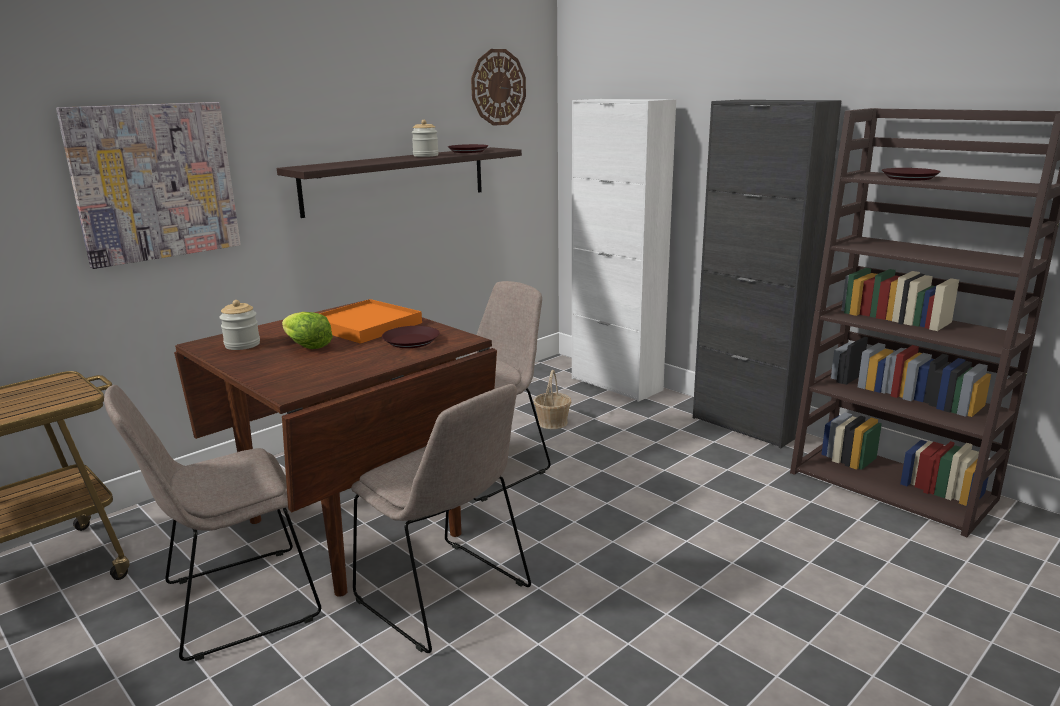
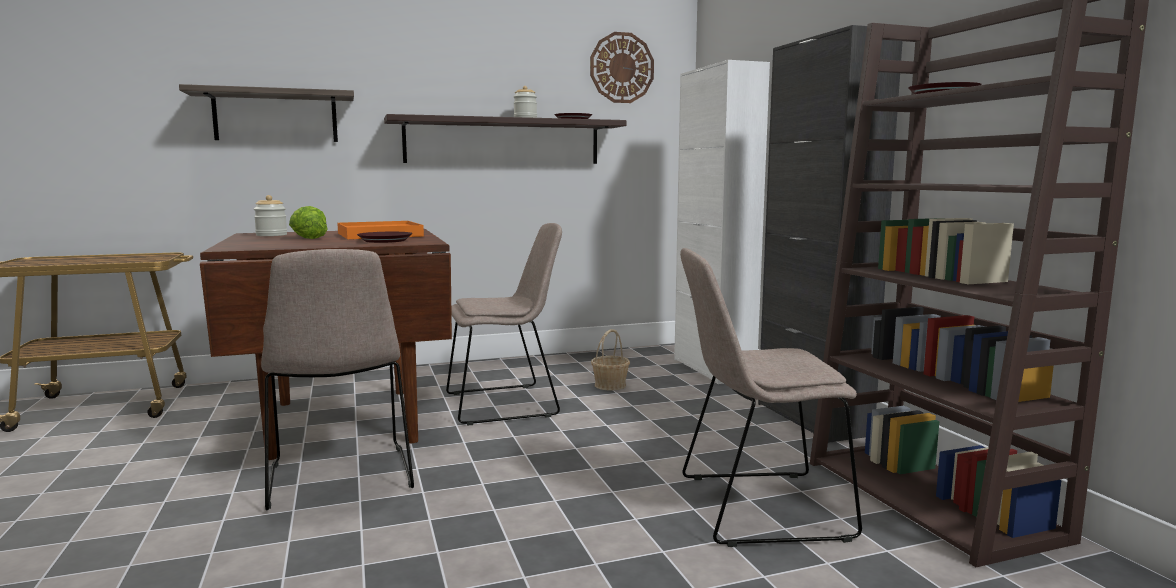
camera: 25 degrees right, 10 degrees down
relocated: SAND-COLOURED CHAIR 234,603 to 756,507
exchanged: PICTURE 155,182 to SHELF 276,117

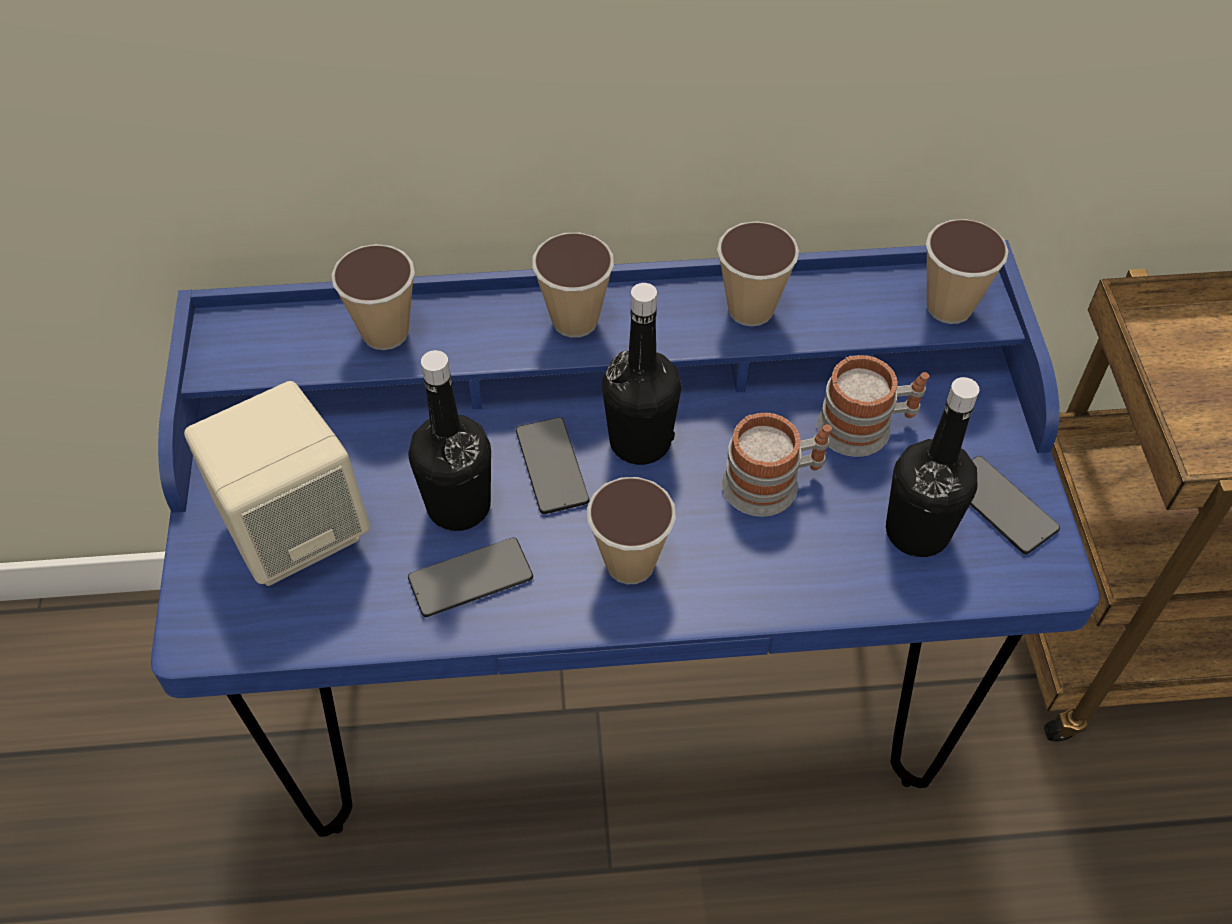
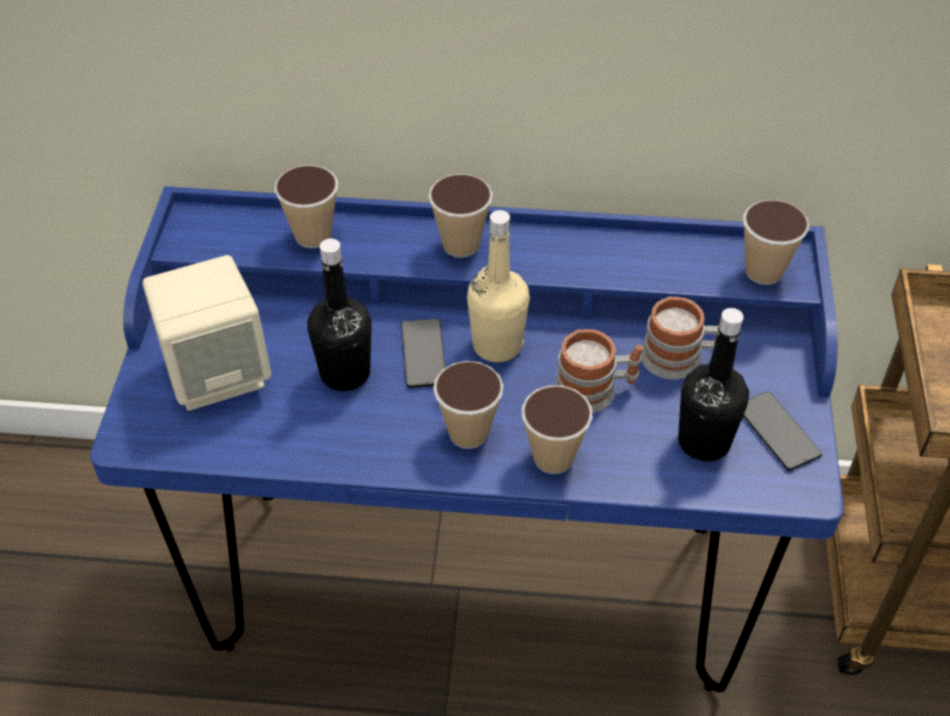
camera: 10 degrees right, 5 degrees down
missing: PHONE 470,578
relocated: CUP 750,309 to 553,458
colour: BLACK-COLOURED BOTTLE 640,442 to SAND-COLOURED BOTTLE 497,345

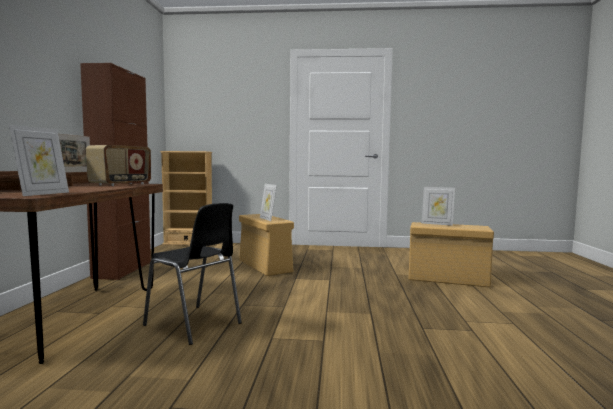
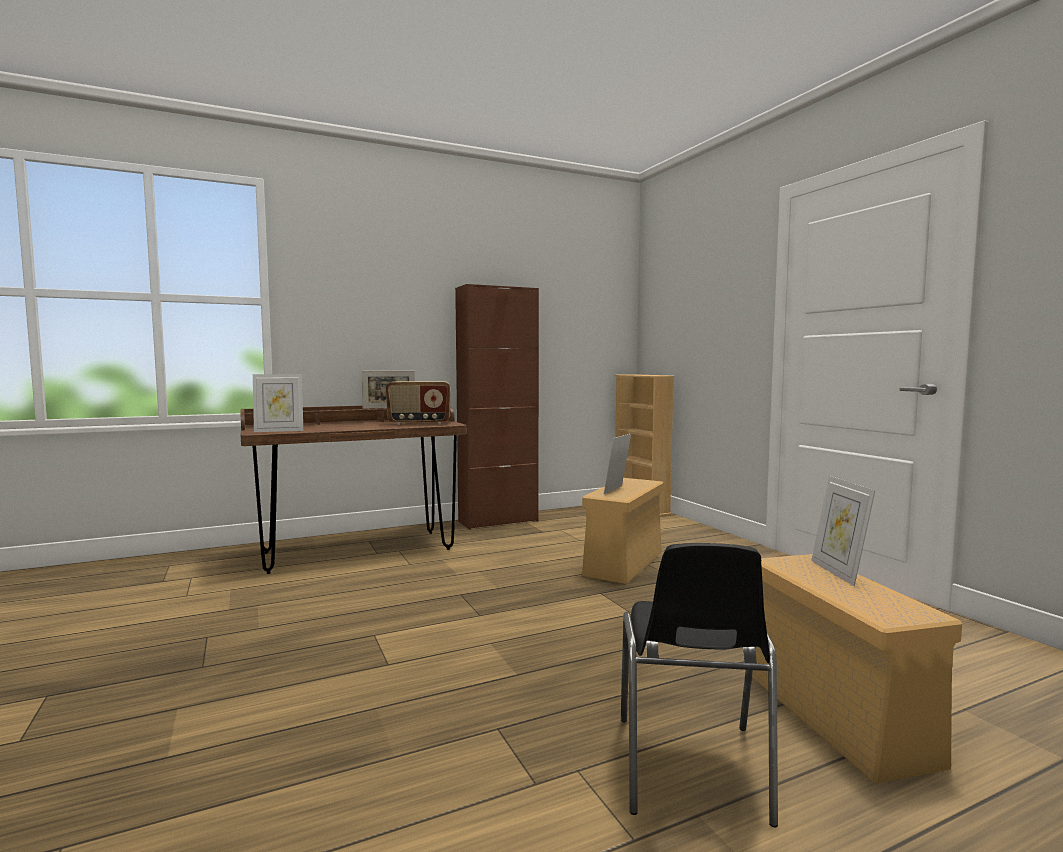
camera: 60 degrees right, 0 degrees up
relocated: BLACK-COLOURED CHAIR 194,325 to 690,770

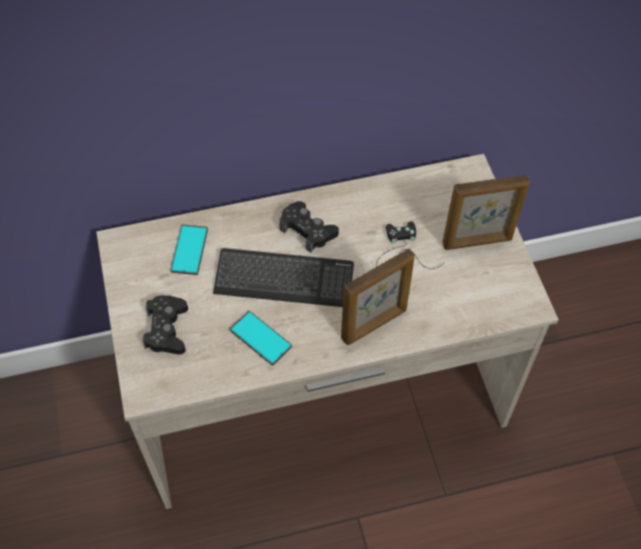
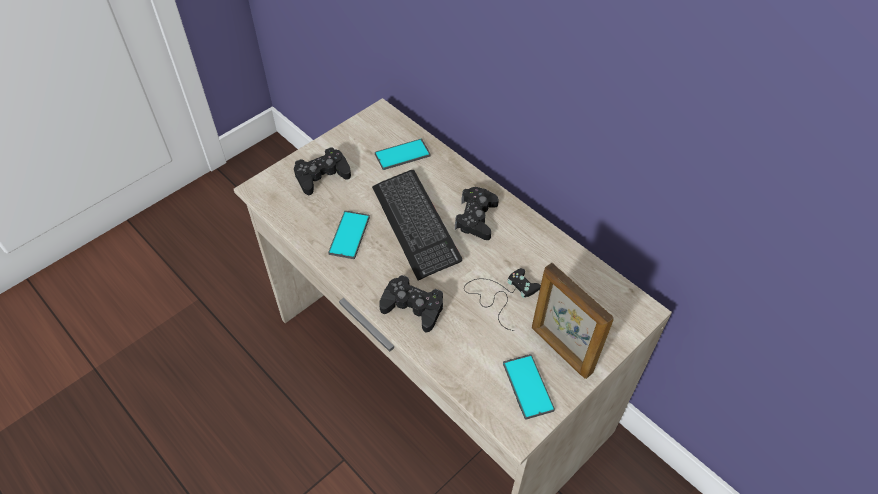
camera: 60 degrees right, 5 degrees down
appeared: PHONE 527,386
exchanged: STANDING FRAME 375,324 to BLACK-COLOURED GAMEPAD 413,307

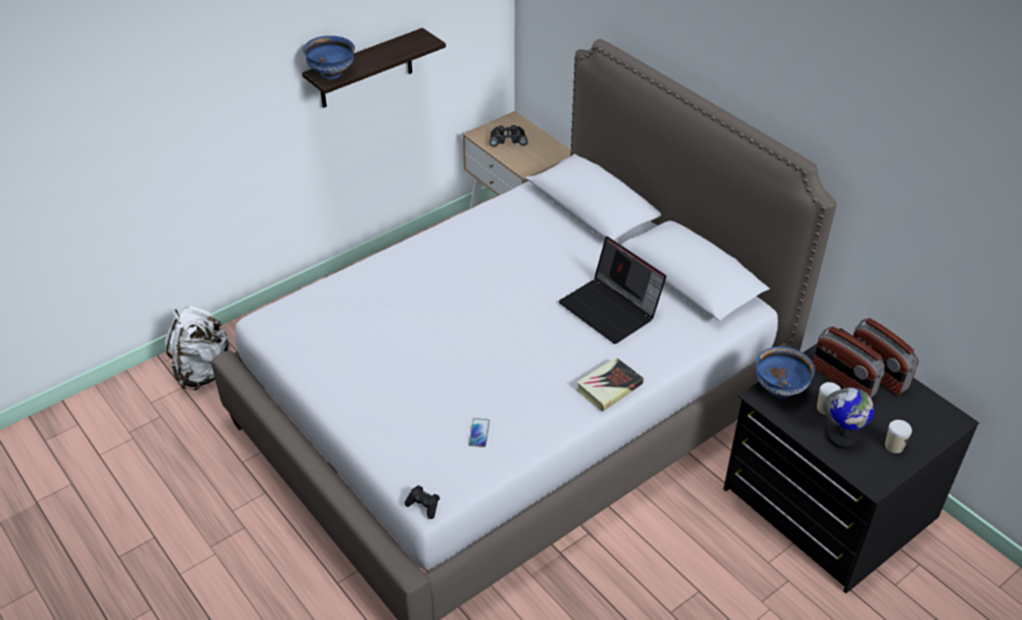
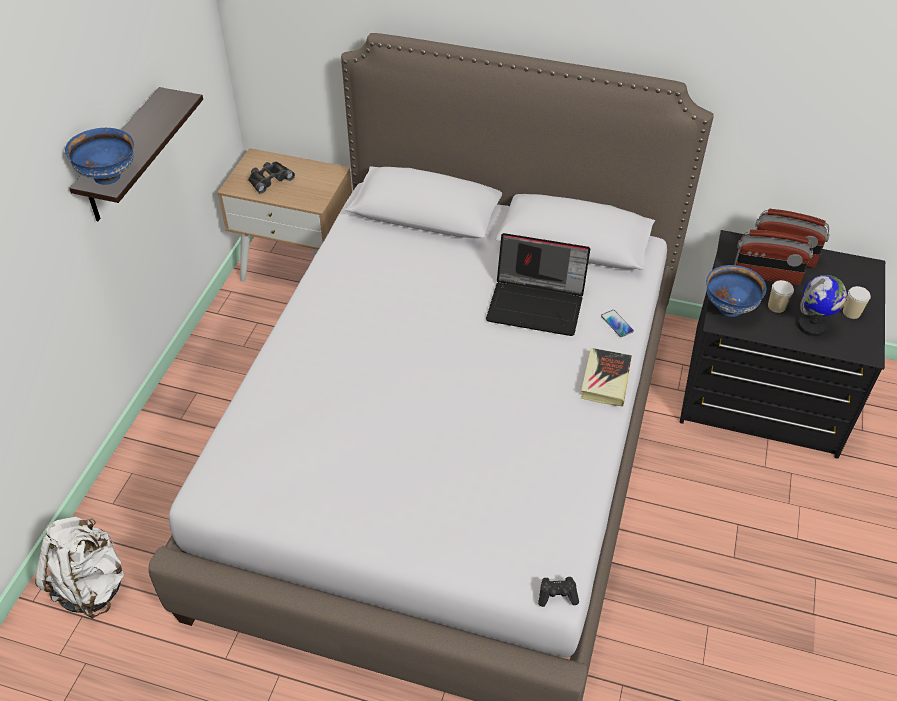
camera: 35 degrees left, 5 degrees up
relocated: PHONE 479,433 to 617,324

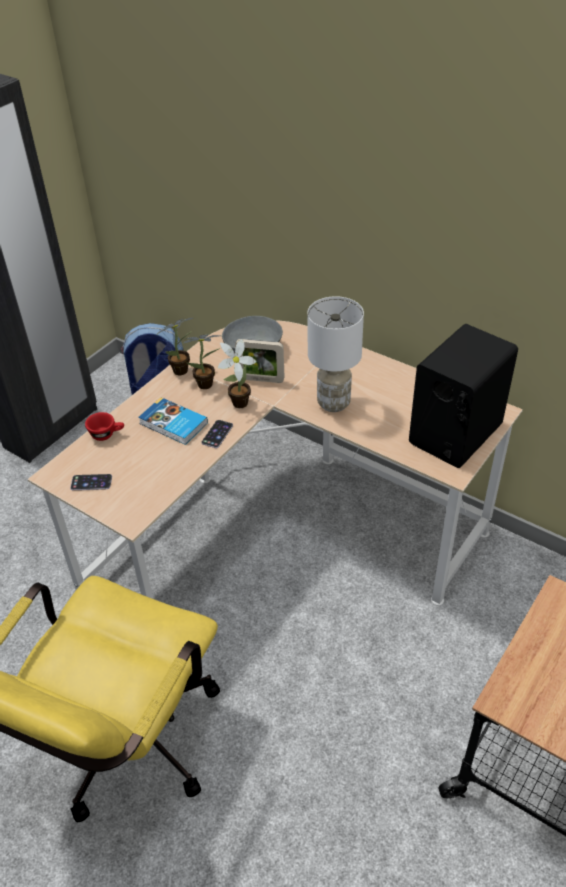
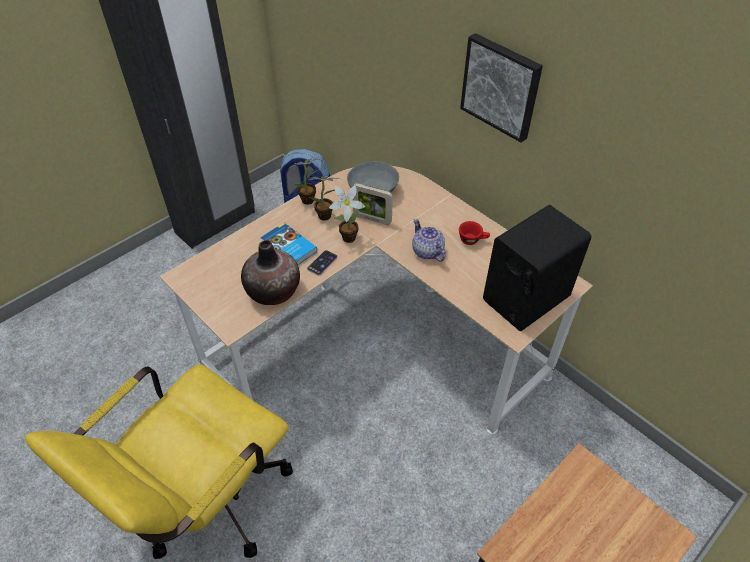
camera: 10 degrees right, 5 degrees up
missing: PHONE 91,482
appeared: FLOWER VASE 273,291; PICTURE 501,86
relocated: REDDISH CUP 107,434 to 472,240
exchanged: WHITISH LAMP FOR A TABLE 333,404 to POT FOR TEA 427,252

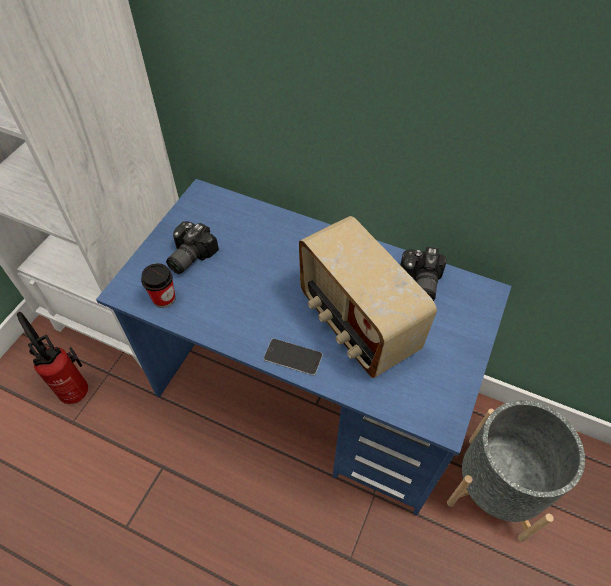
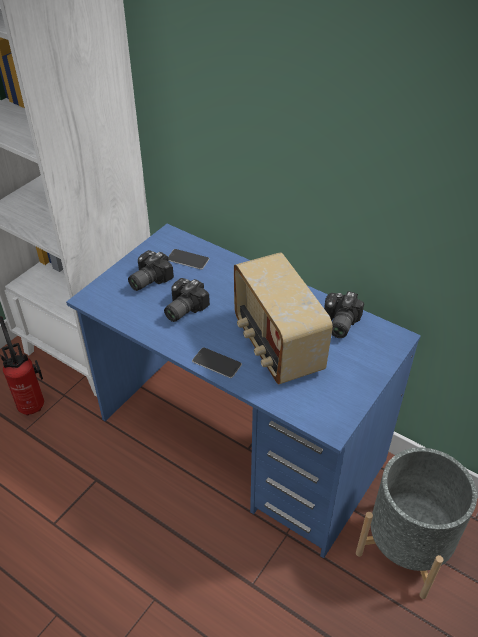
camera: 10 degrees right, 10 degrees down
missing: CUP 164,298
appeared: PHOTO CAMERA 182,308; PHONE 187,259

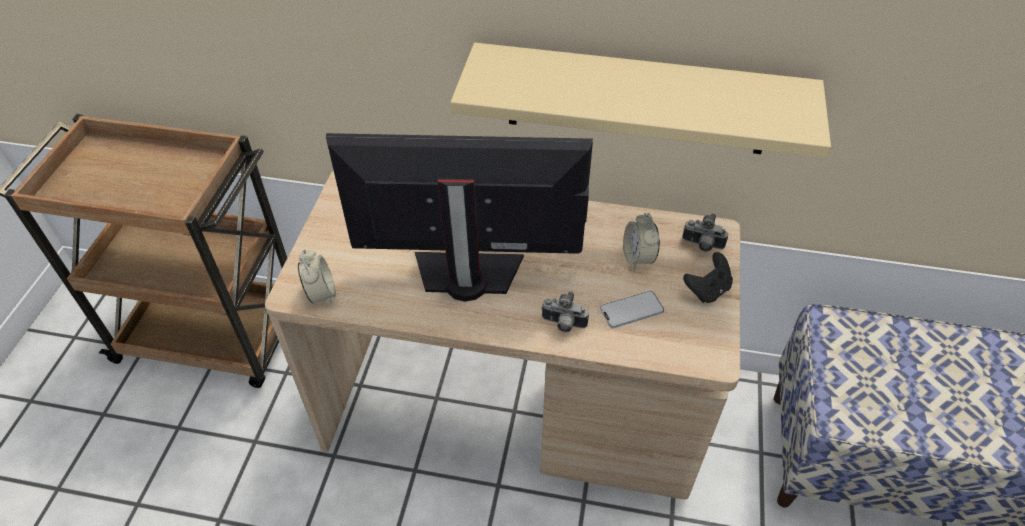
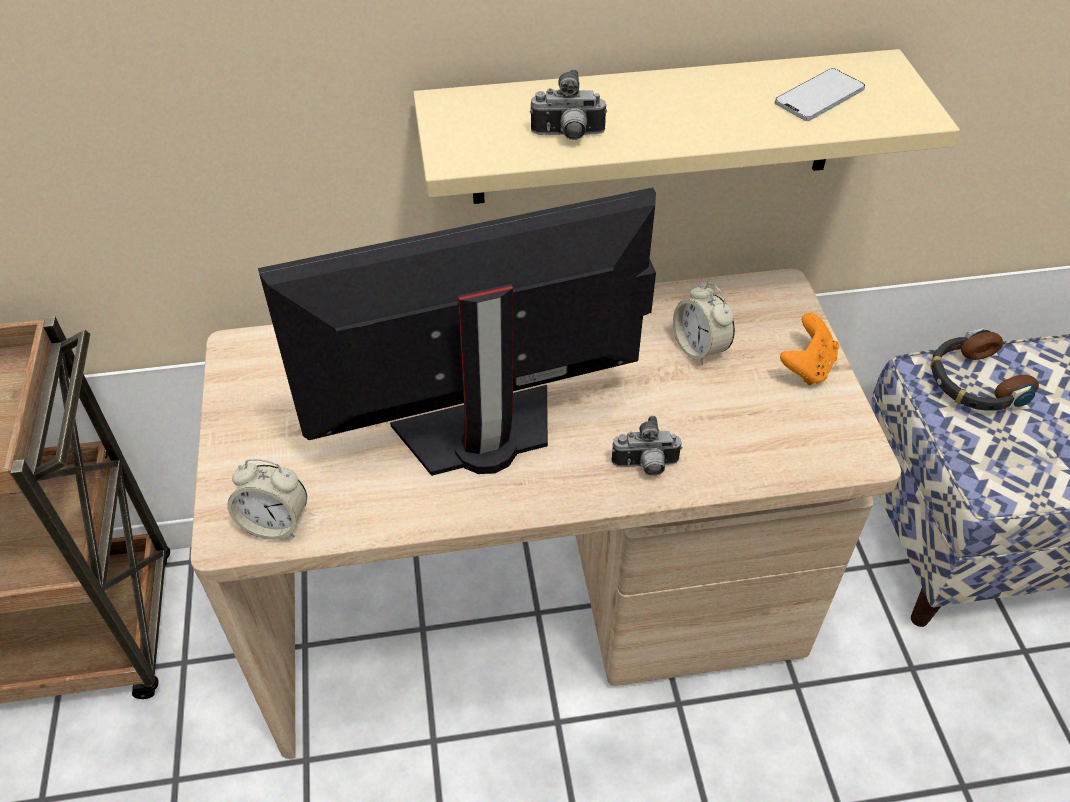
camera: 20 degrees left, 0 degrees up
appeared: HEADPHONES 974,382
relocated: PHONE 631,310 to 819,97; PHOTO CAMERA 702,245 to 567,136
colour: BLACK-COLOURED GAMEPAD 707,290 to ORANGE-COLOURED GAMEPAD 807,367
spun: BEDSIDE CLOCK 321,294 = 275,523 135 degrees clockwise

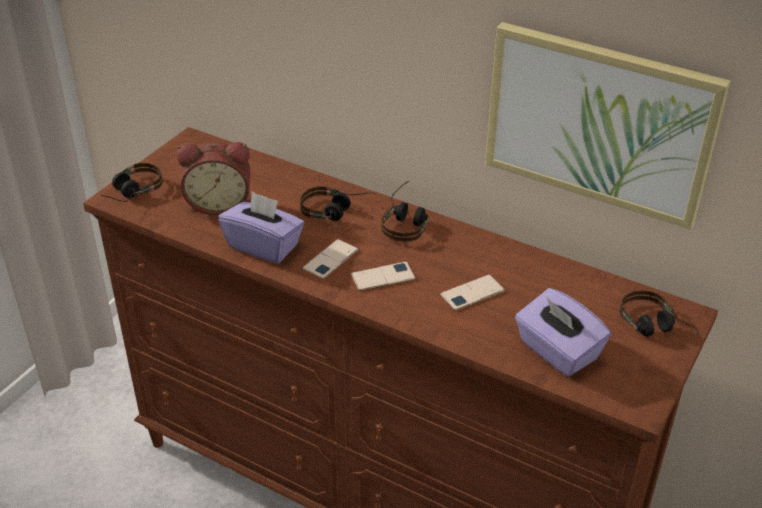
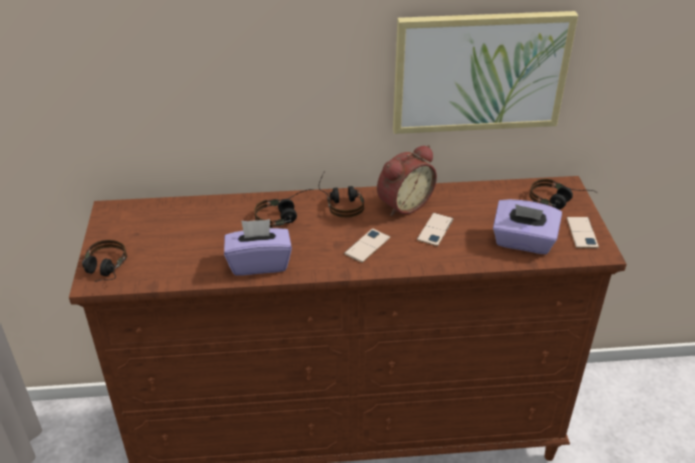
camera: 35 degrees left, 0 degrees up
relocated: BEDSIDE CLOCK 219,203 to 403,204; PHONE 330,259 to 582,233

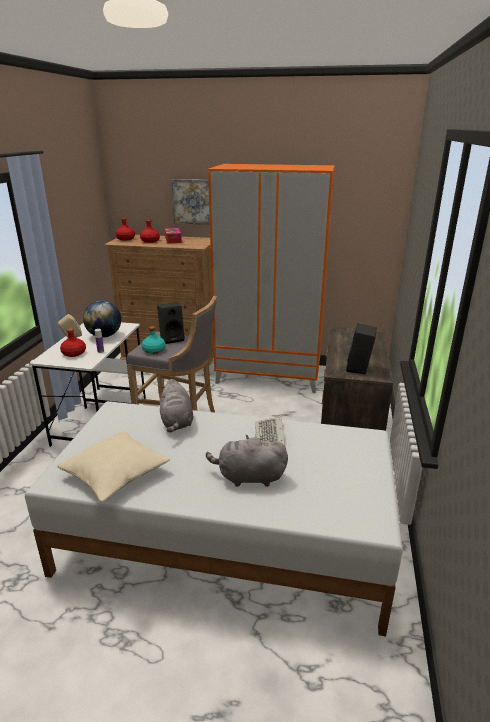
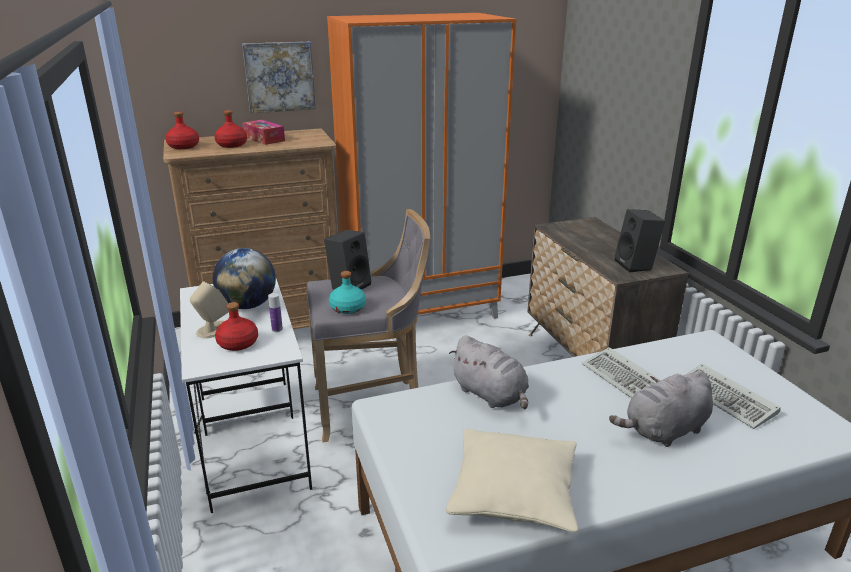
camera: 30 degrees left, 0 degrees up
appeared: KEYBOARD 728,400

